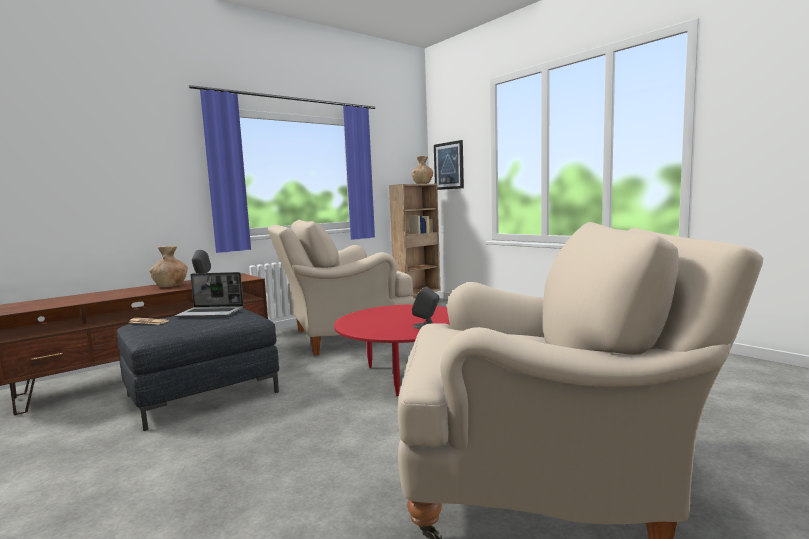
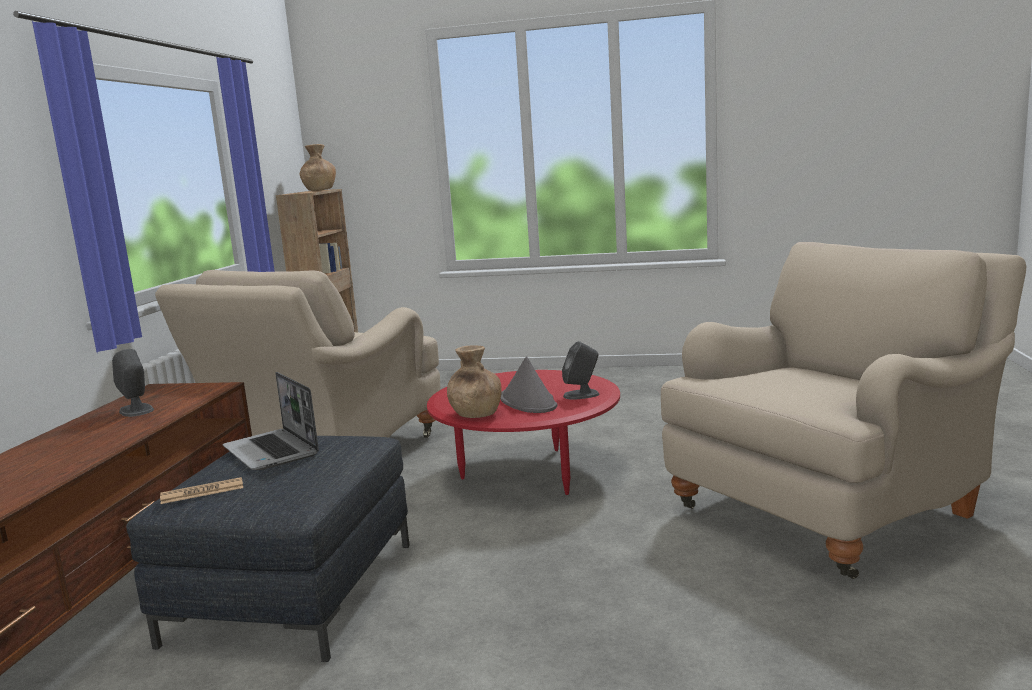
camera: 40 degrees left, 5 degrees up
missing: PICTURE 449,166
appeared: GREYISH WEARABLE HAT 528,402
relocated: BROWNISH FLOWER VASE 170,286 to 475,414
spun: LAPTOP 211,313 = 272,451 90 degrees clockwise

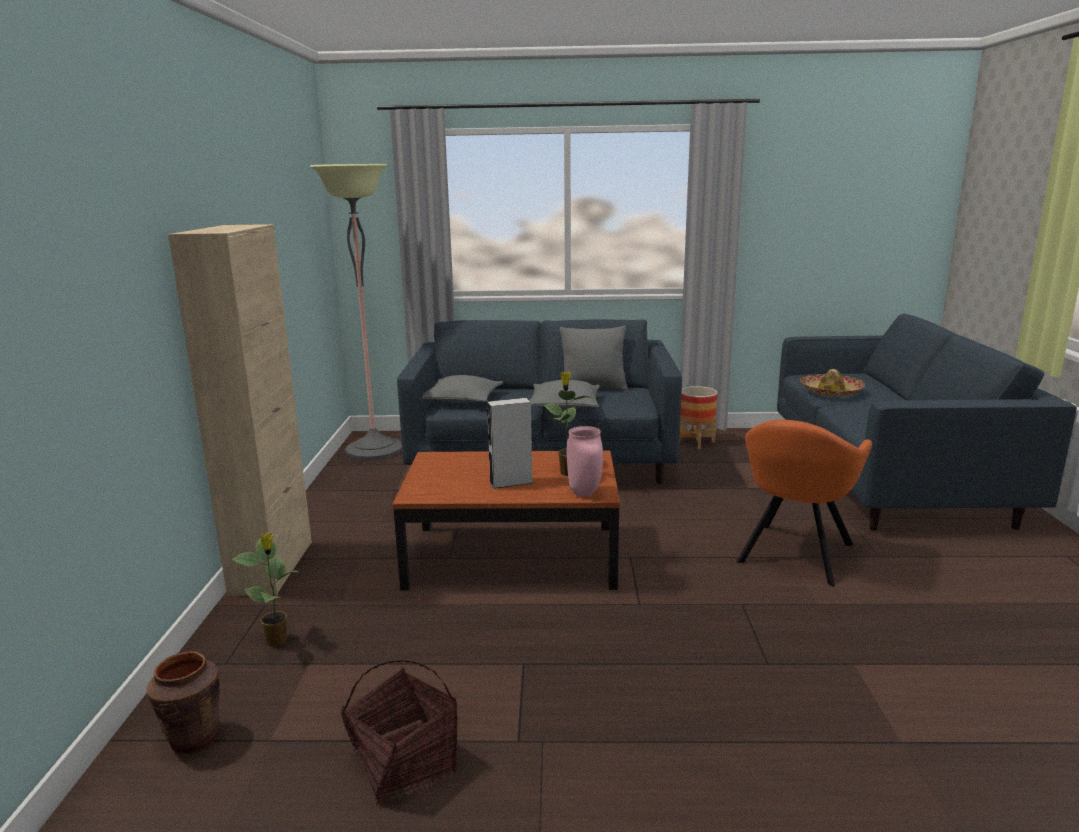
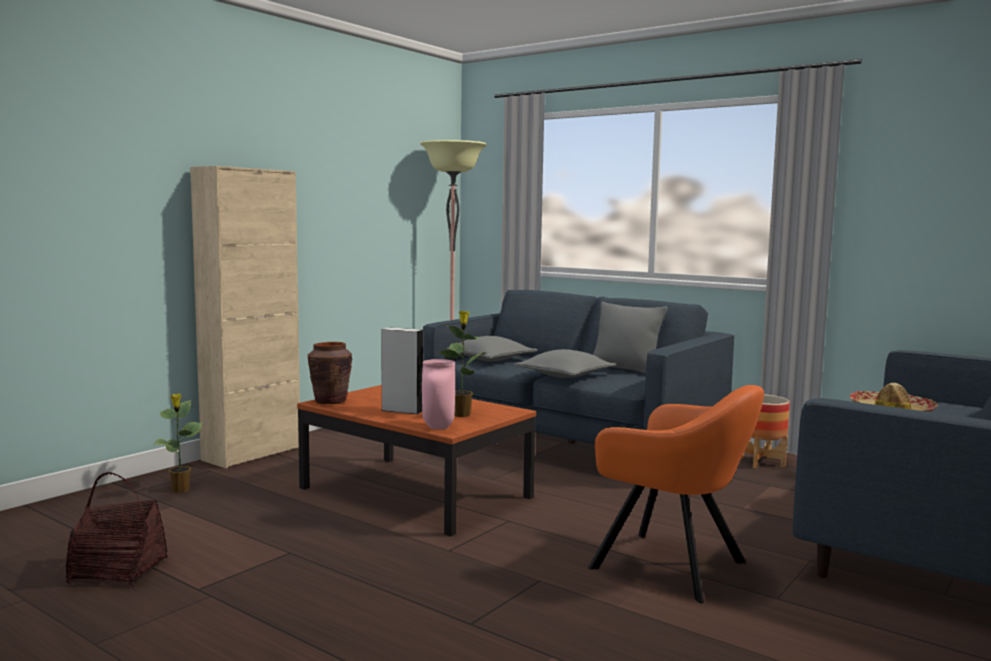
camera: 35 degrees right, 10 degrees down
relocated: BROWNISH FLOWER VASE 194,739 to 330,401
spun: ORANGE-COLOURED LOUNGE CHAIR 794,555 = 674,567 120 degrees counterclockwise

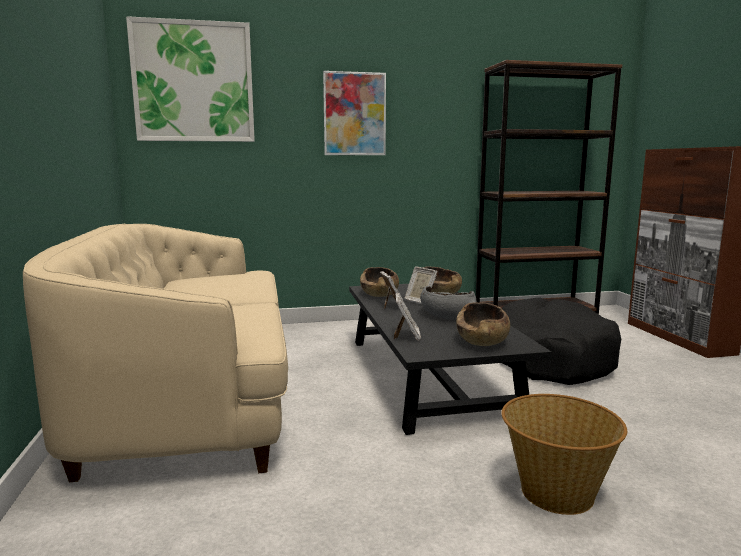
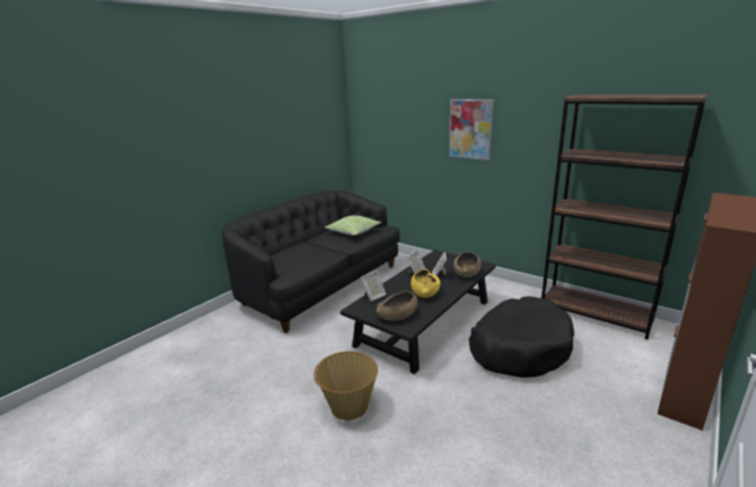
camera: 50 degrees right, 10 degrees up
missing: PICTURE 193,82; BROWNISH DEEP DISH 379,294
appeared: PILLOW 353,232
colour: SAND-COLOURED SOFA 192,395 to BLACK-COLOURED SOFA 321,286; GREYISH DEEP DISH 447,316 to YELLOW DEEP DISH 425,292

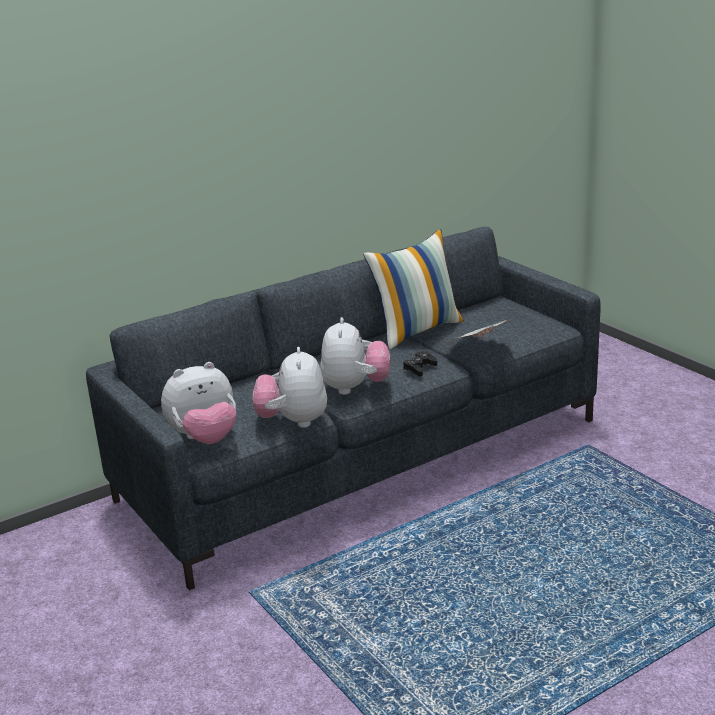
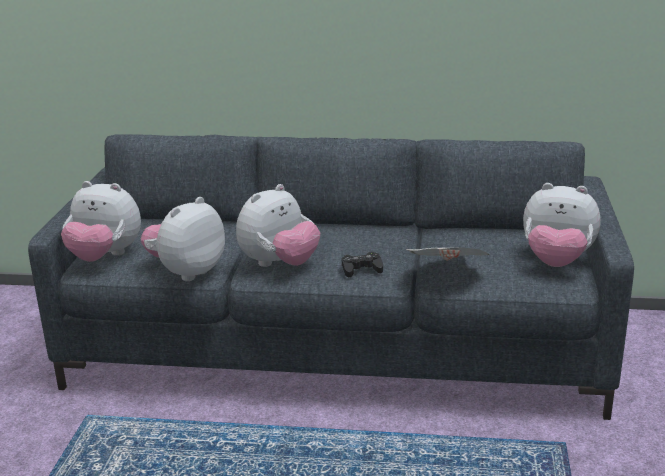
camera: 40 degrees right, 0 degrees up
missing: PILLOW 417,330
appeared: CUDDLY TOY 556,262

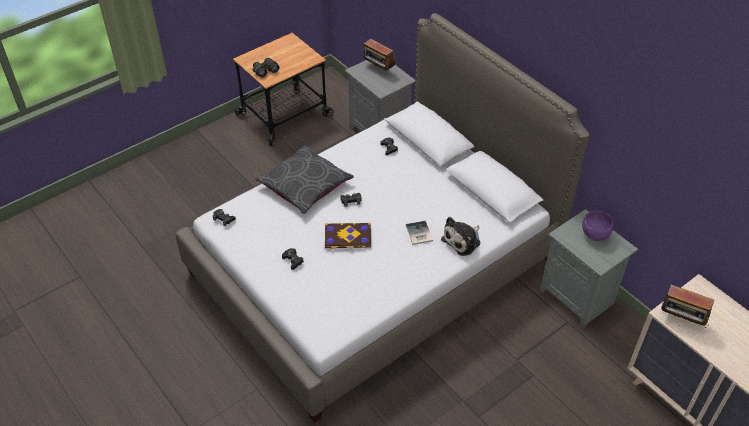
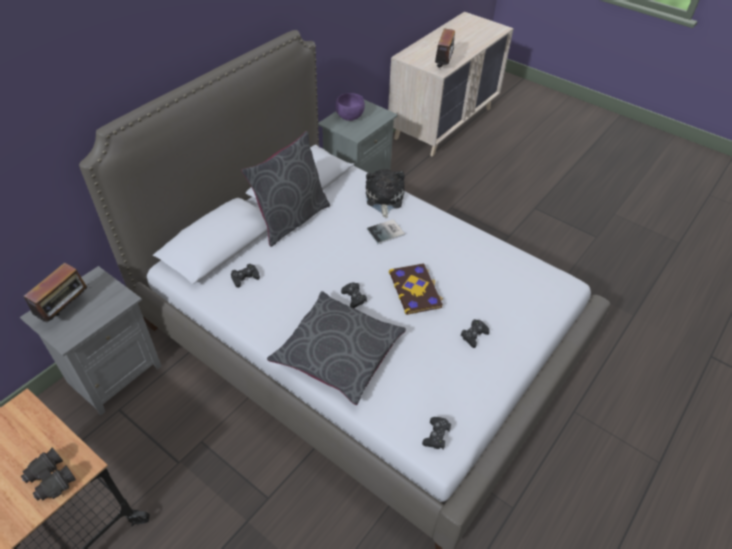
camera: 105 degrees left, 0 degrees up
appeared: GREYISH PILLOW 291,219
spun: CUDDLY TOY 463,240 = 384,199 120 degrees counterclockwise

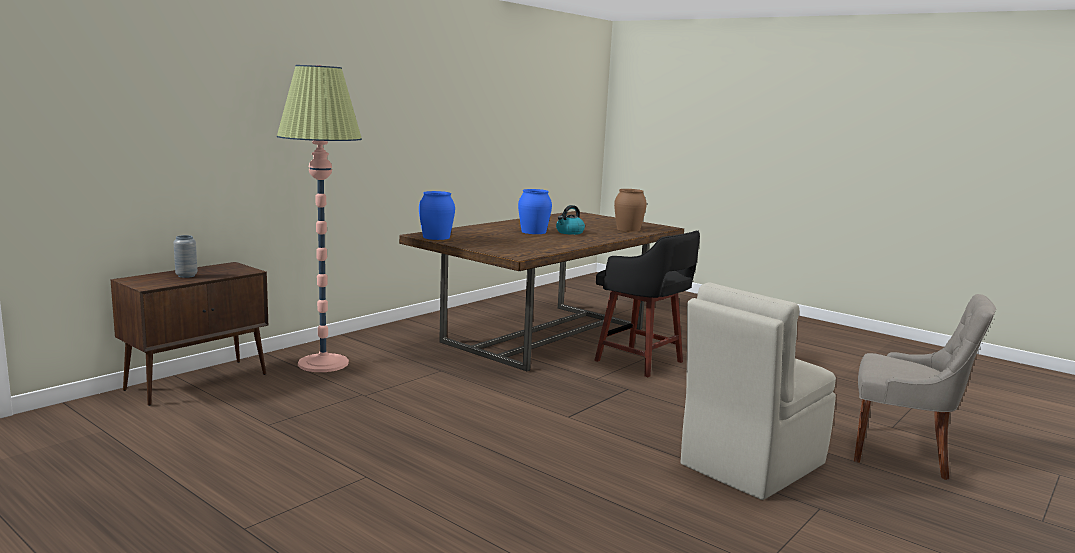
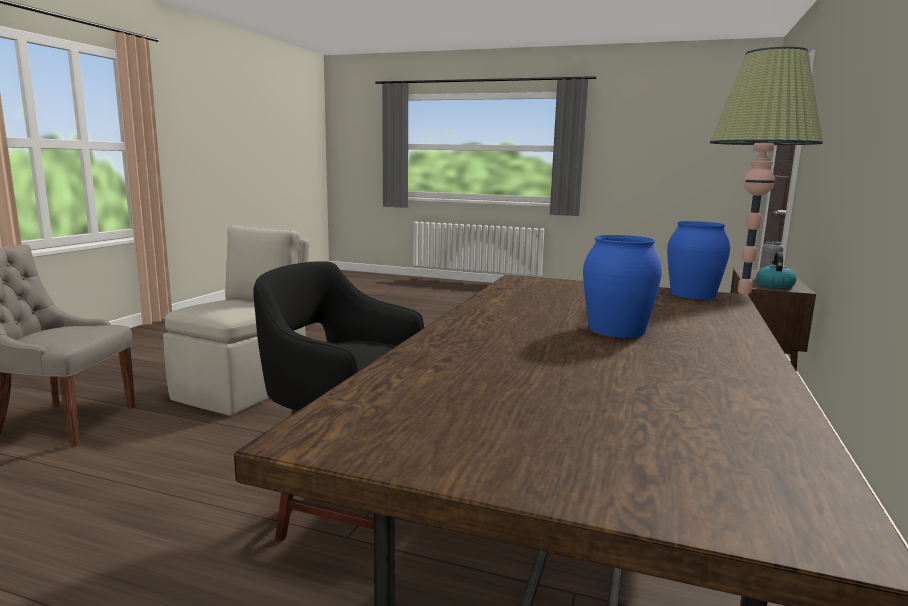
camera: 160 degrees right, 0 degrees up
missing: BROWNISH FLOWER VASE 628,229
relocated: KETTLE 569,232 to 774,285

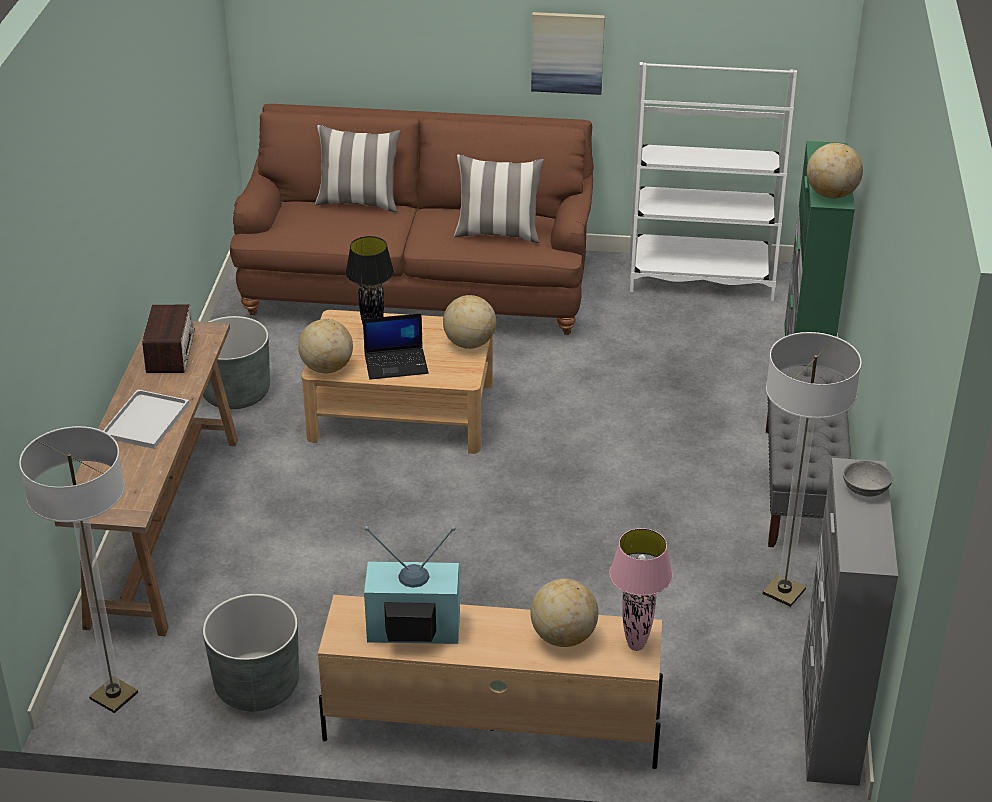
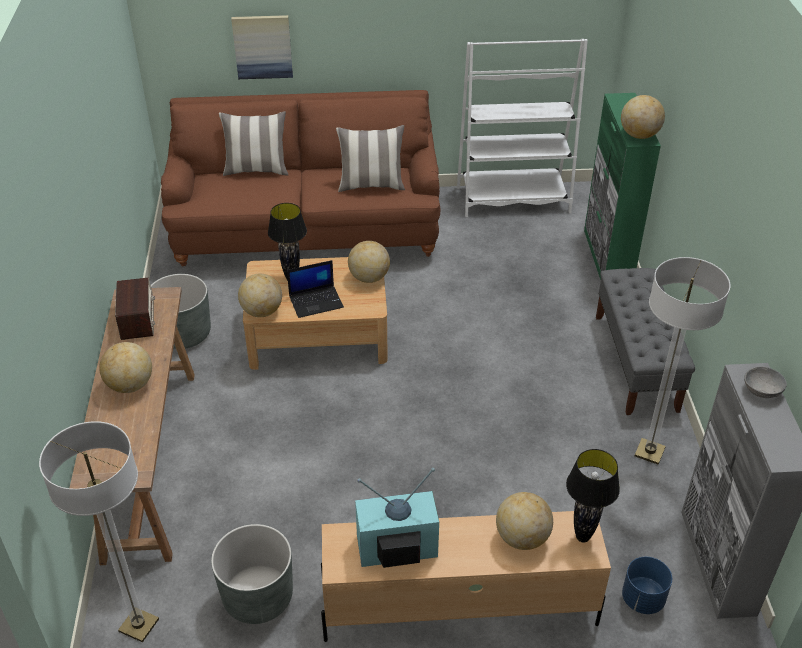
camera: 10 degrees left, 5 degrees up
appeared: BLUE FLOWER POT 643,599
relocated: PICTURE 567,52 to 262,46
exchanged: WHITISH CARRYING TRAY 146,422 to DESK GLOBE 130,385
colour: PINK-COLOURED LAMP FOR A TABLE 636,646 to BLACK-COLOURED LAMP FOR A TABLE 583,537

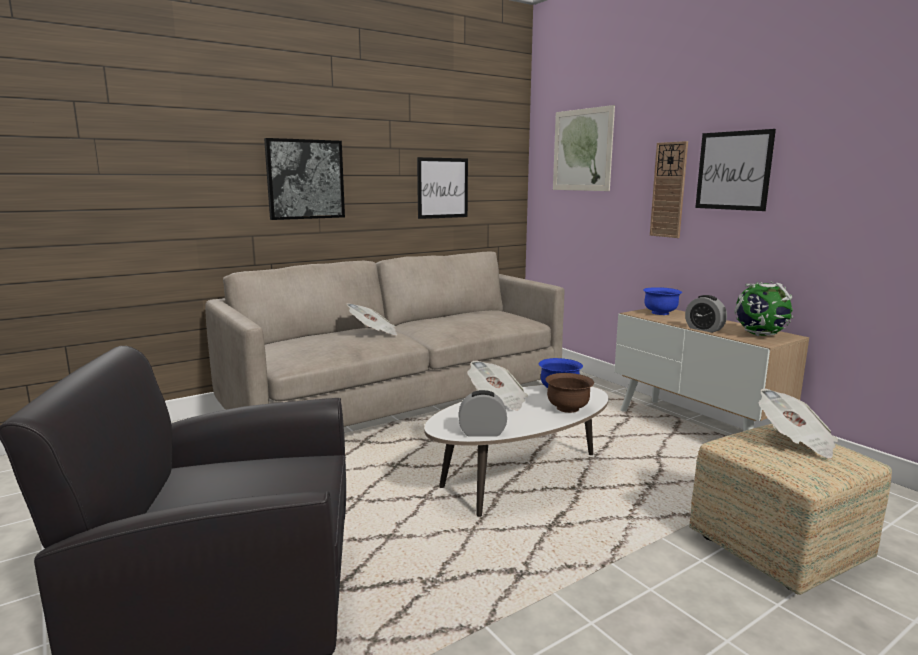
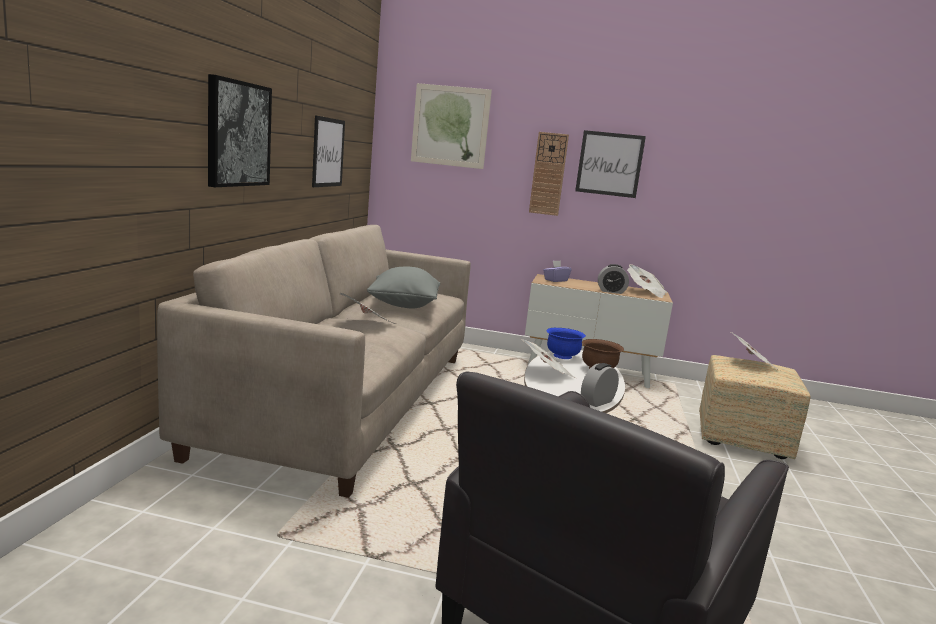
camera: 45 degrees left, 0 degrees up
appeared: GREYISH PILLOW 403,306
exchanged: BLUE DEEP DISH 660,313 to PURPLE-COLOURED TISSUE HOLDER 555,280; DESK GLOBE 759,335 to DAILY PAPER 645,293

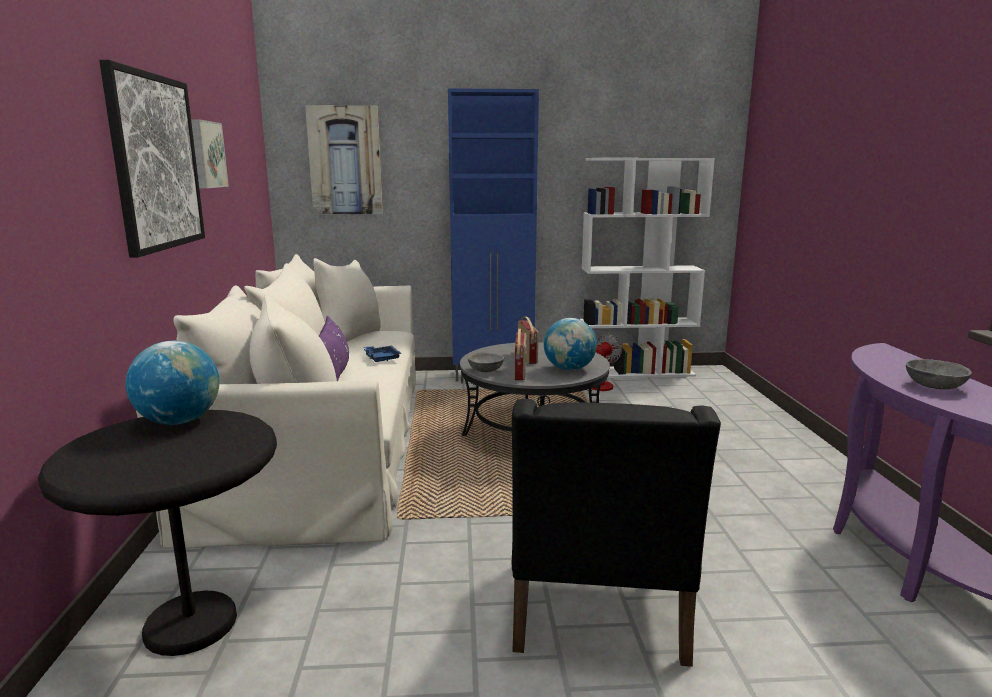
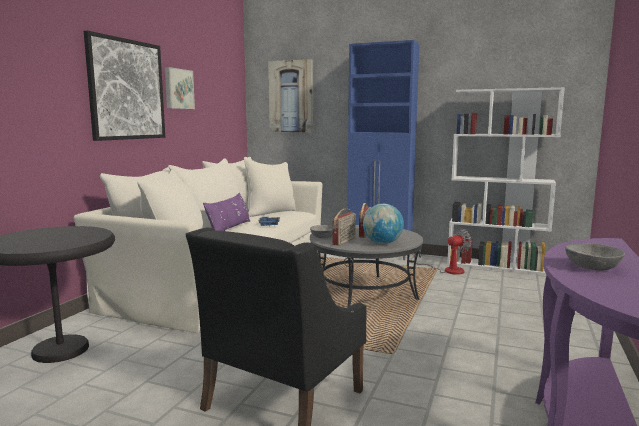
camera: 25 degrees right, 5 degrees down
missing: DESK GLOBE 179,421

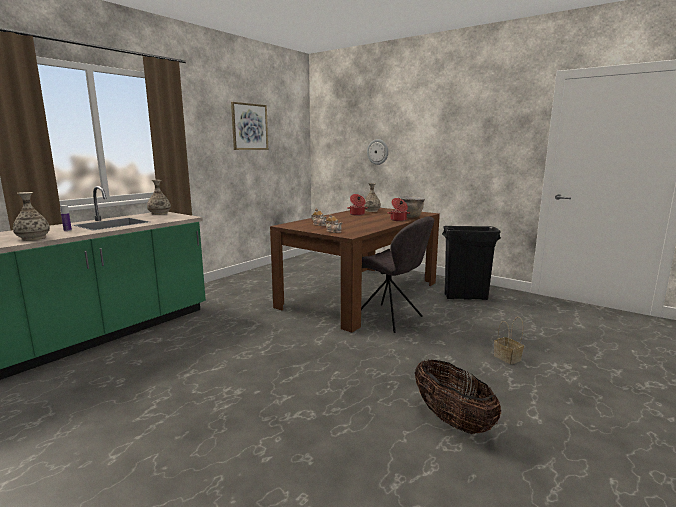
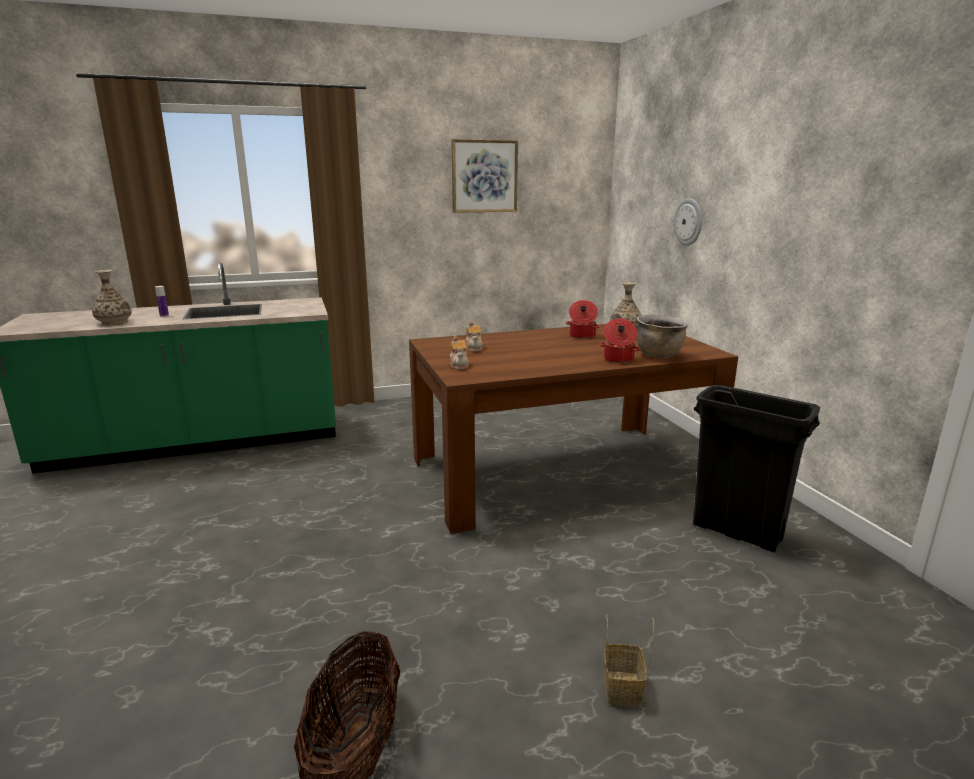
camera: 35 degrees right, 5 degrees up
missing: FLOWER VASE 159,213; GREYISH CHAIR 389,318

